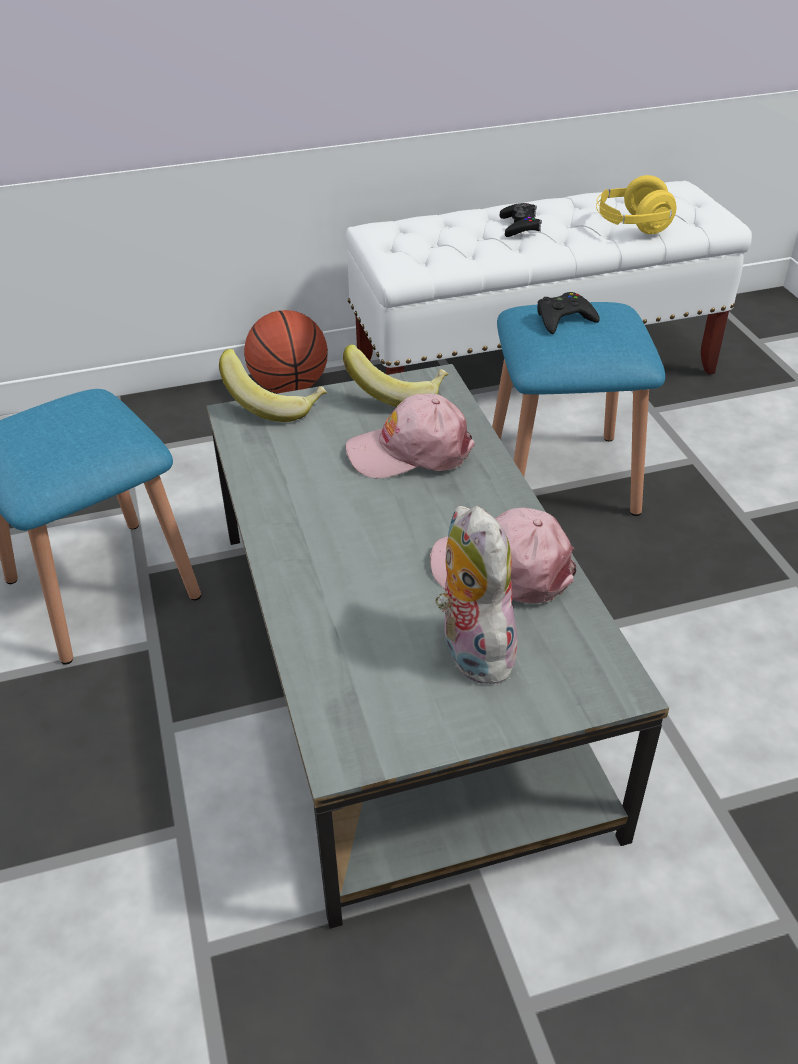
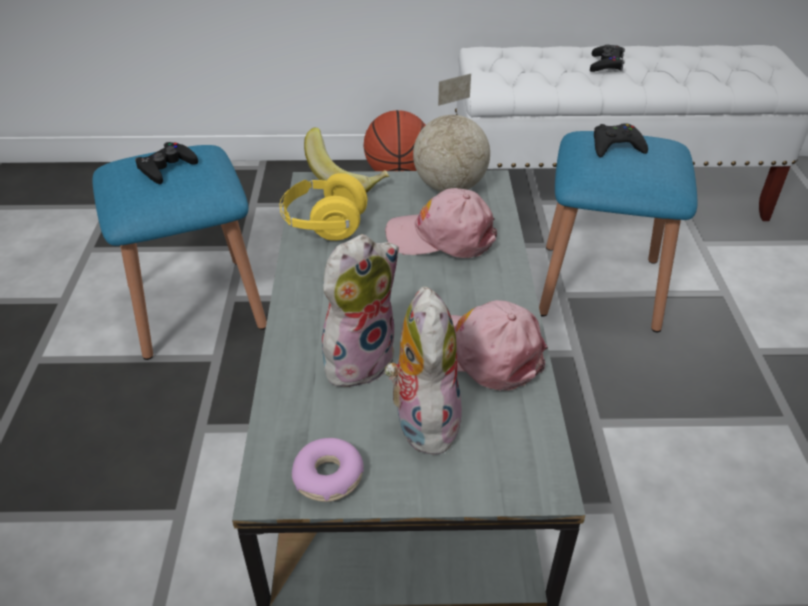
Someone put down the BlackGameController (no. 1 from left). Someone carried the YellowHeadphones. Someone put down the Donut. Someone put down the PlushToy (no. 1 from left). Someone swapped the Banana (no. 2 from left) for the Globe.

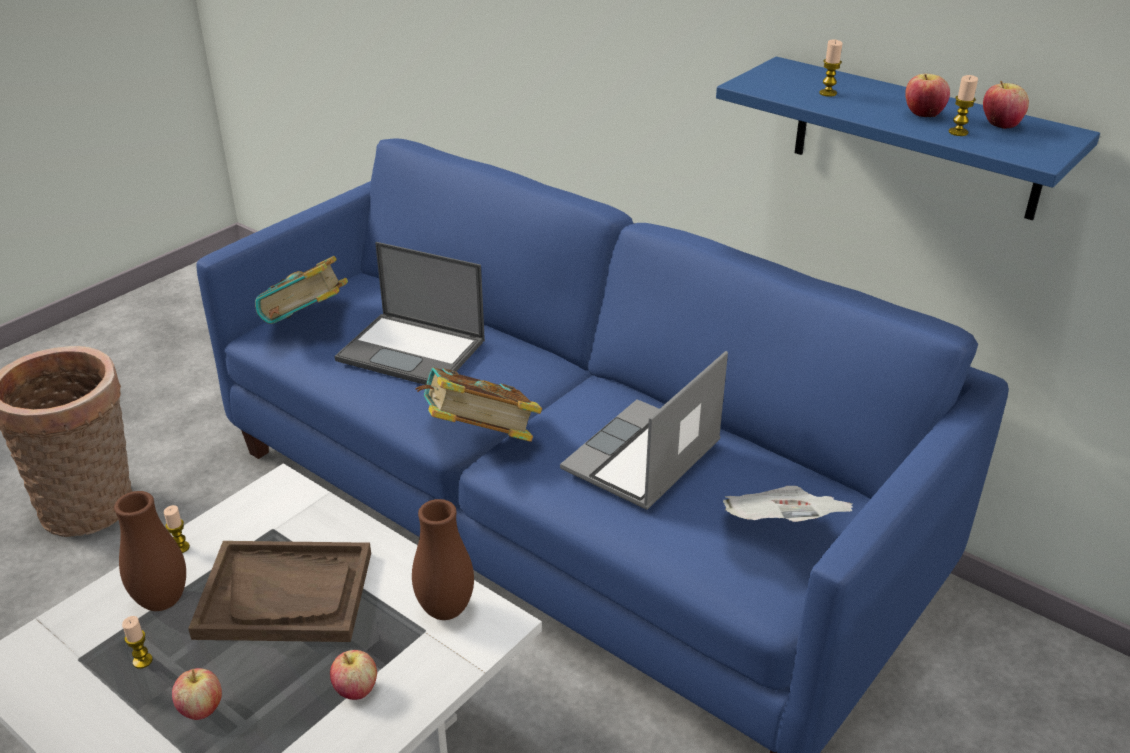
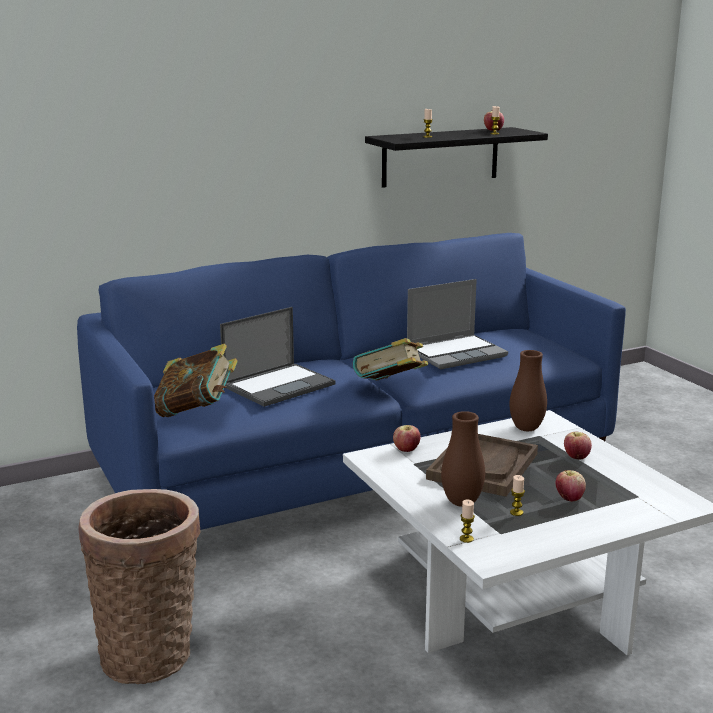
Someone repainted the BlueShelf, which became the BlackShelf. Someone carried the Apple (no. 3 from left in the first image). Someone rotated the Laptop (no. 2 from left) by 90 degrees counterclockwise. Someone carried the Candle (no. 2 from left). Someone took away the Newspaper.

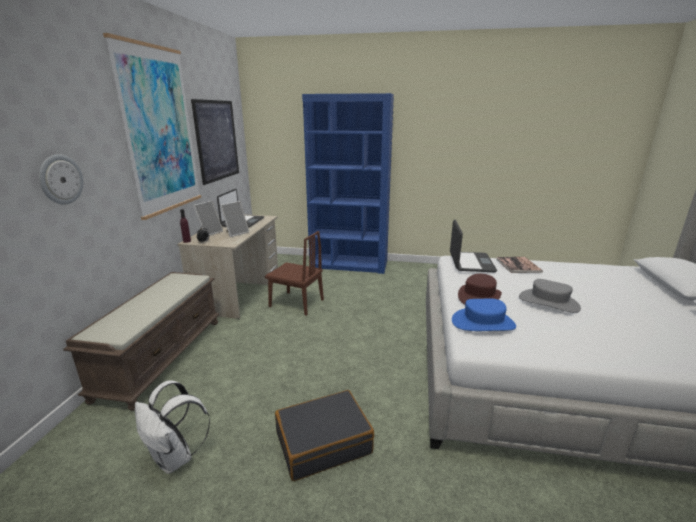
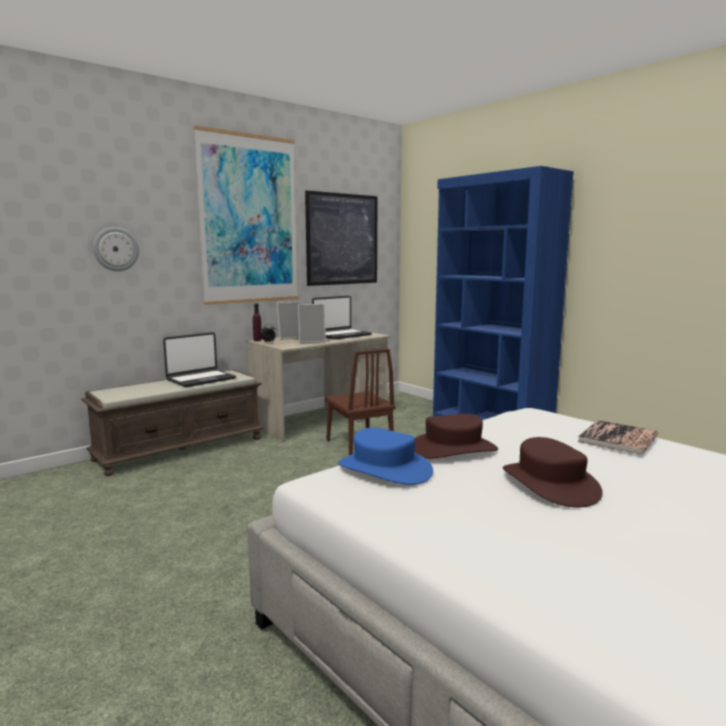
Someone carried the Laptop (no. 2 from left in the first image). Someone repainted the GreyHat, which became the BrownHat (no. 2 from left). Someone took away the WhiteBackpack. Someone took away the BlackSuitcase.

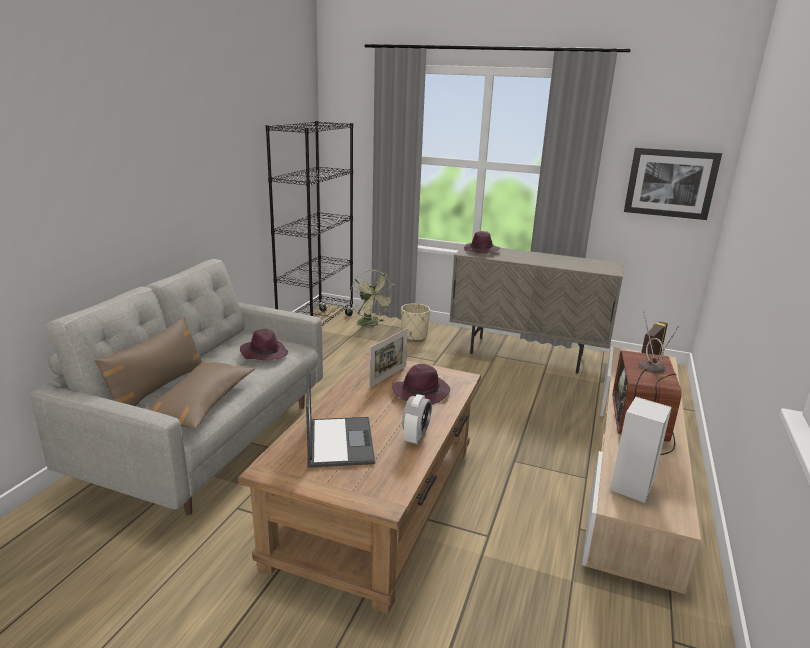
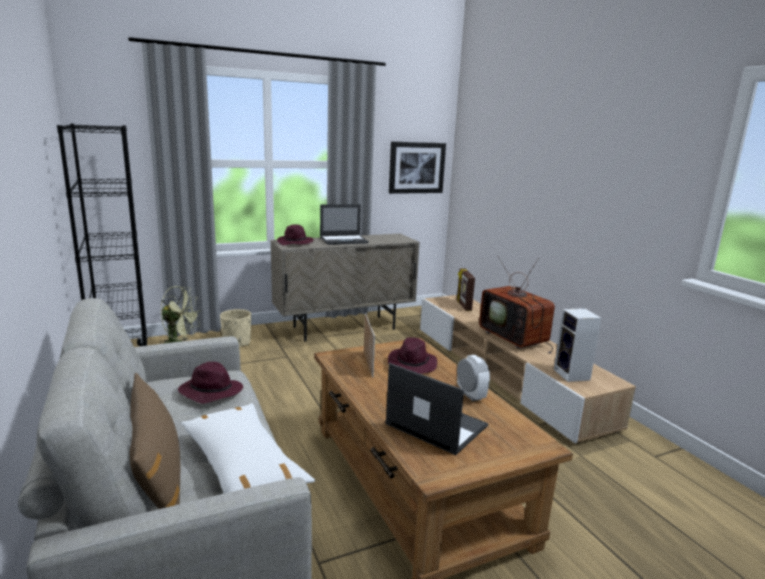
Someone repainted the BrownPillow (no. 2 from left), which became the WhitePillow. Someone put down the Laptop (no. 1 from left).

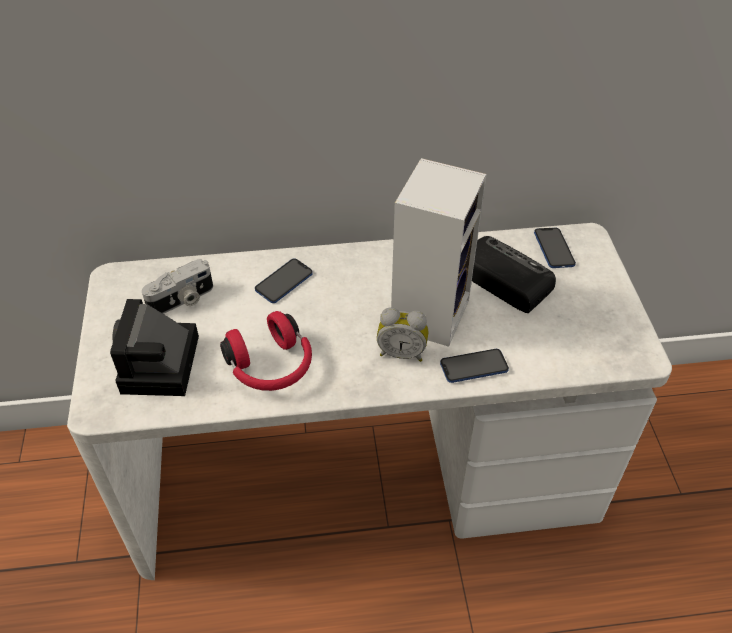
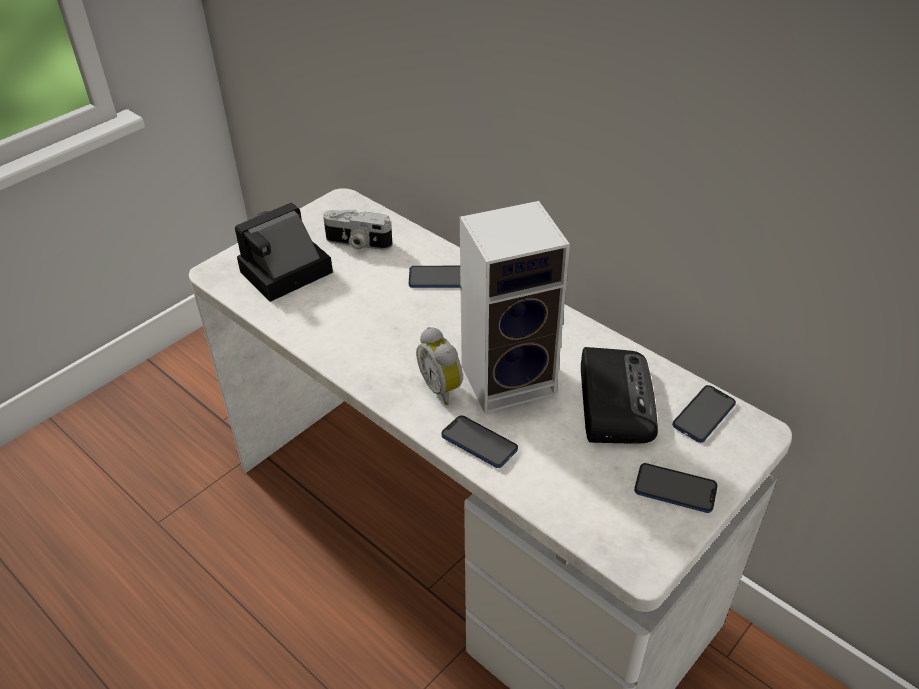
Someone put down the Phone (no. 3 from left). Someone took away the RedHeadphones.

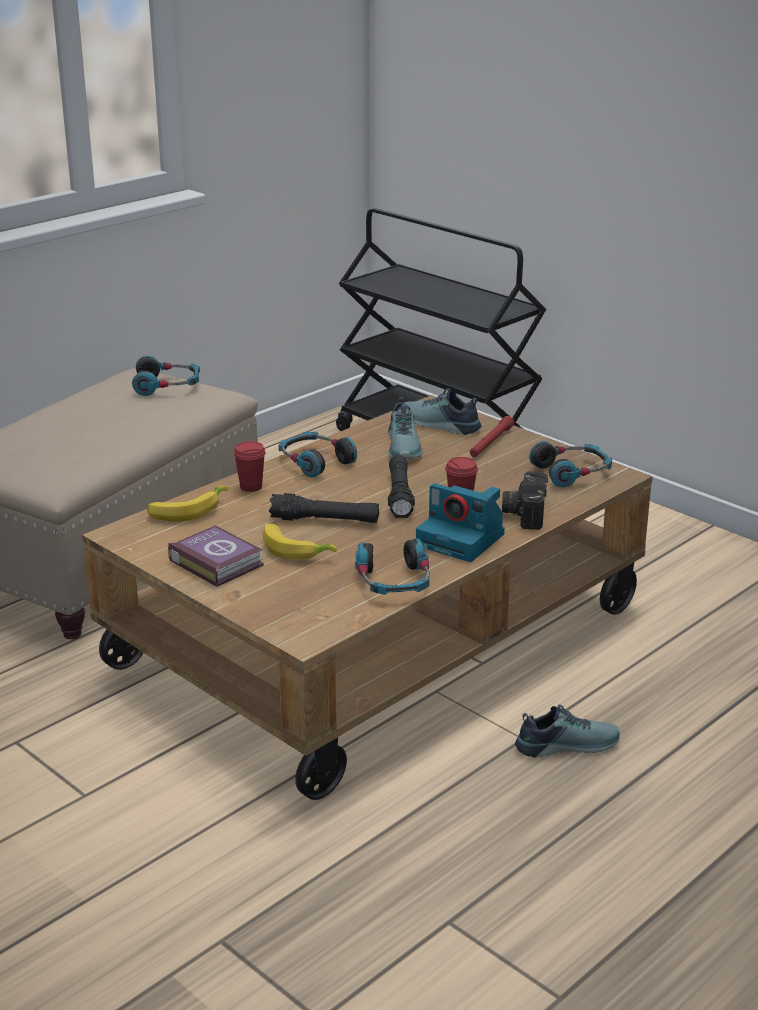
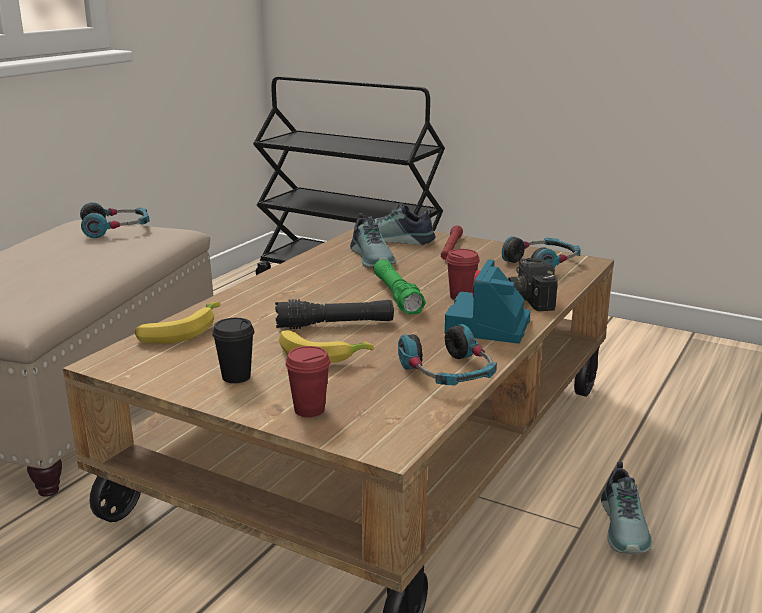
Someone swapped the Book for the BlackCup. Someone carried the RedCup (no. 1 from left). Someone repainted the BlackFlashlight (no. 2 from left), which became the GreenFlashlight. Someone rotated the PhotoCamera (no. 1 from left) by 90 degrees clockwise. Someone rotated the Shoe (no. 3 from left) by 120 degrees clockwise. Someone took away the Headphones (no. 2 from left).

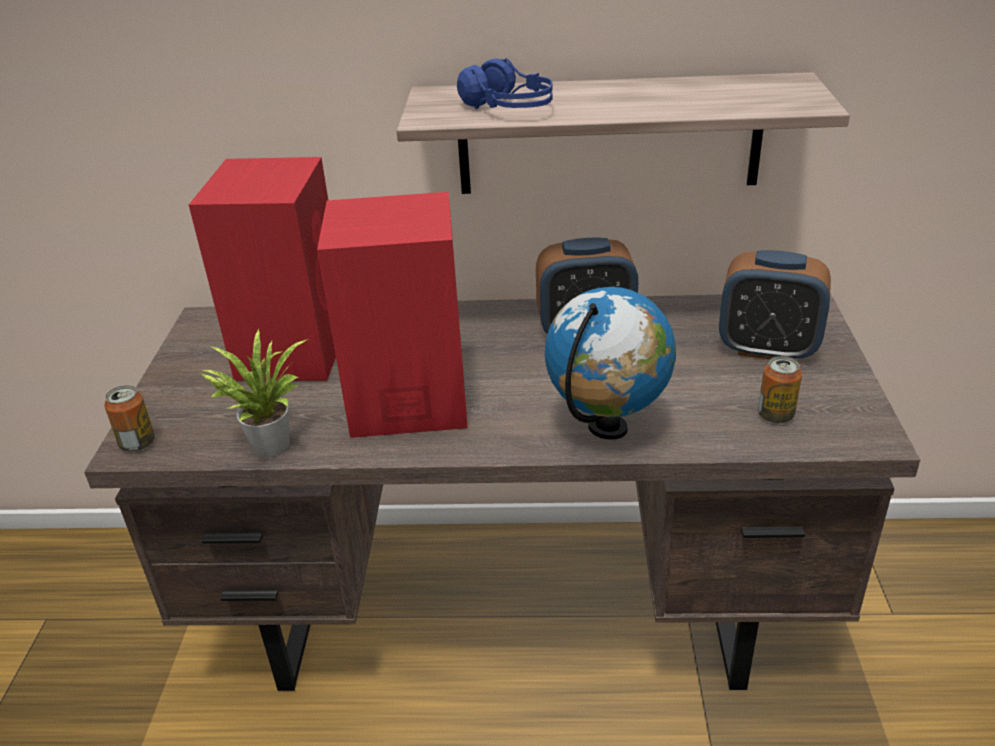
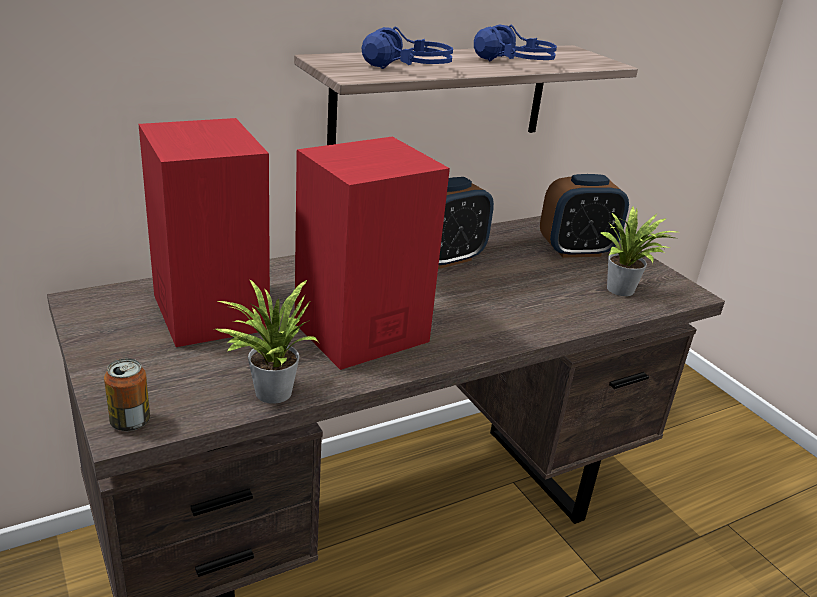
Someone put down the BlueHeadphones (no. 2 from left). Someone swapped the Can (no. 2 from left) for the PottedPlant (no. 2 from left). Someone took away the Globe.

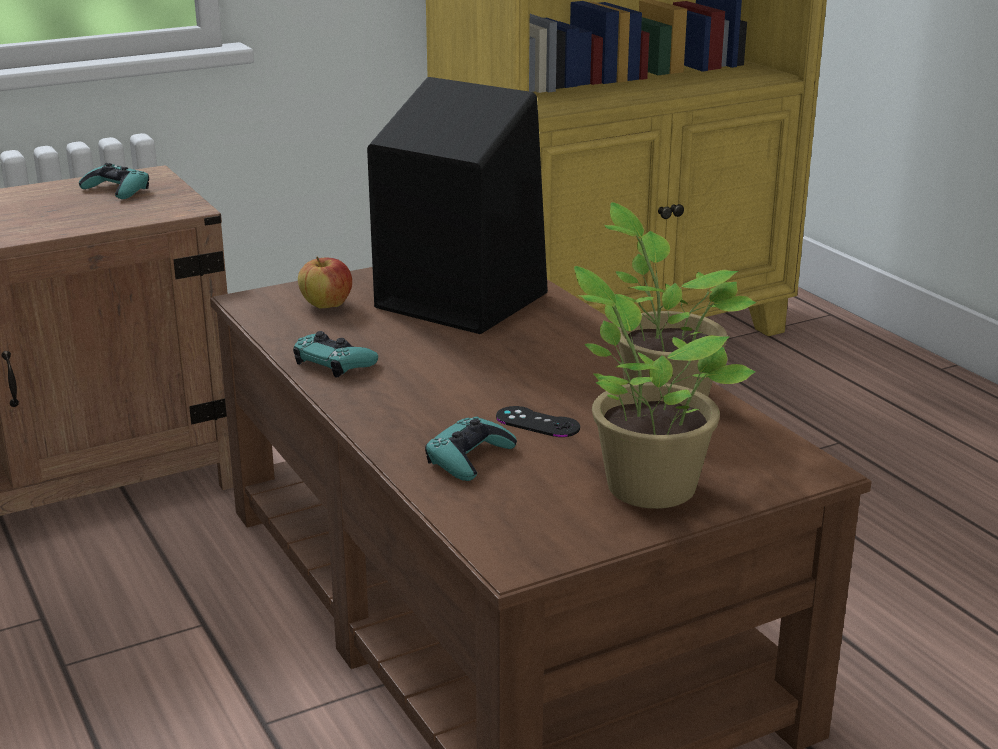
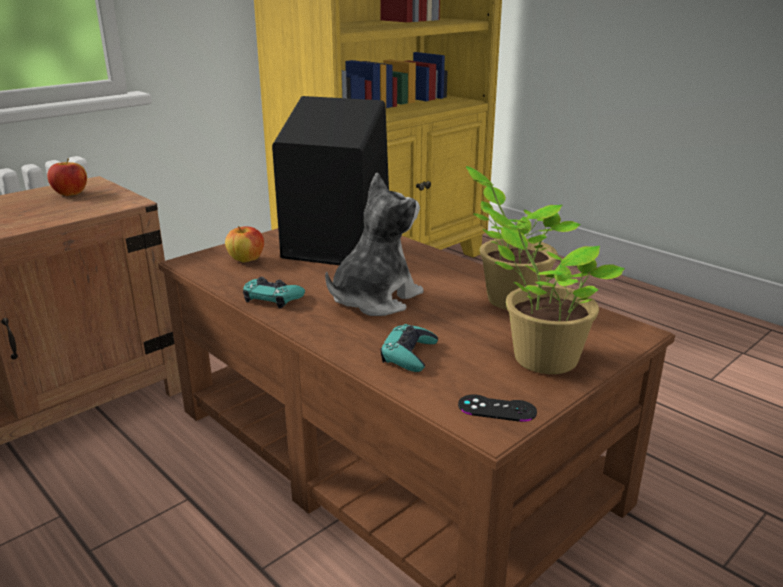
Someone swapped the TurquoiseGameController (no. 1 from left) for the Apple (no. 1 from left). Someone put down the PlushToy. Someone carried the BlackGameController.

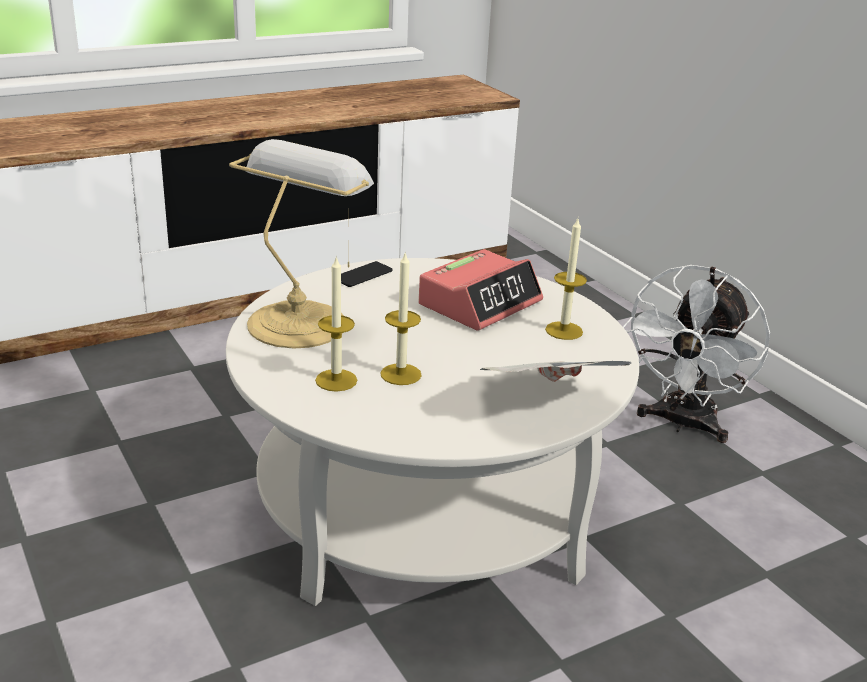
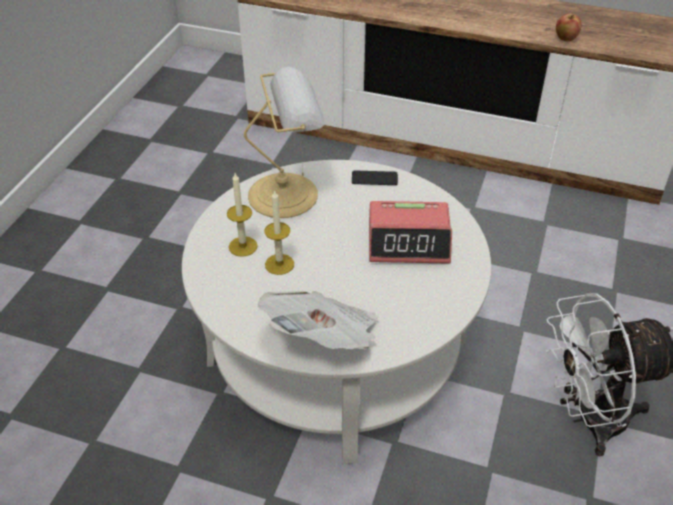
Someone put down the Apple. Someone took away the Candle (no. 3 from left).

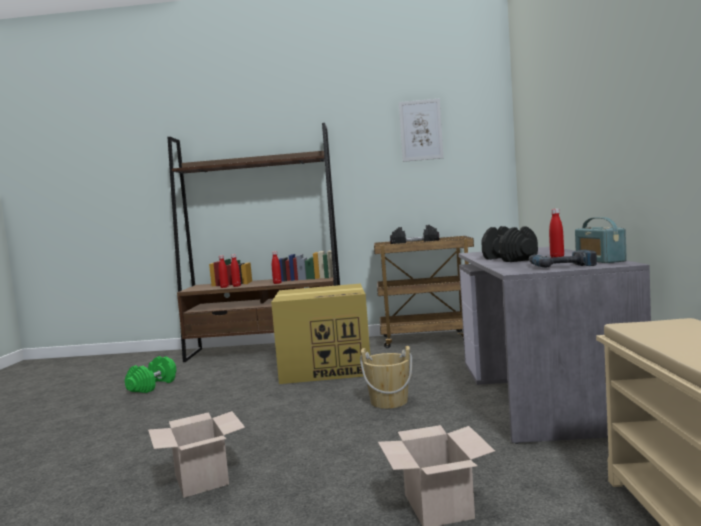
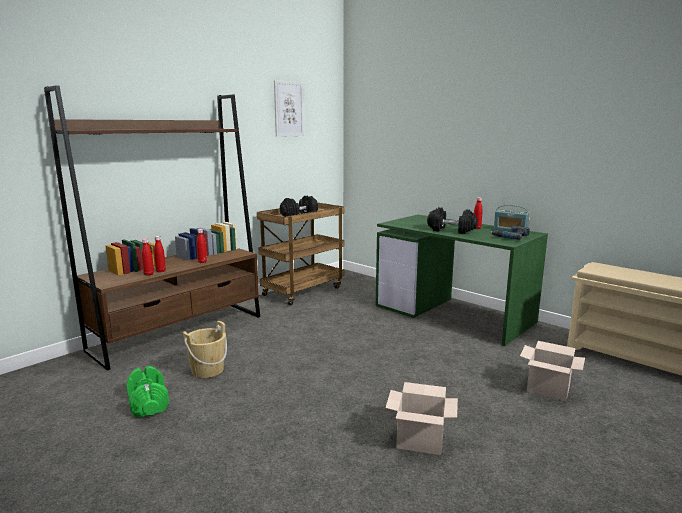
Someone carried the BeigeBucket. Someone repainted the GreyDesk, which became the GreenDesk. Someone took away the CardboardBox (no. 2 from left).

